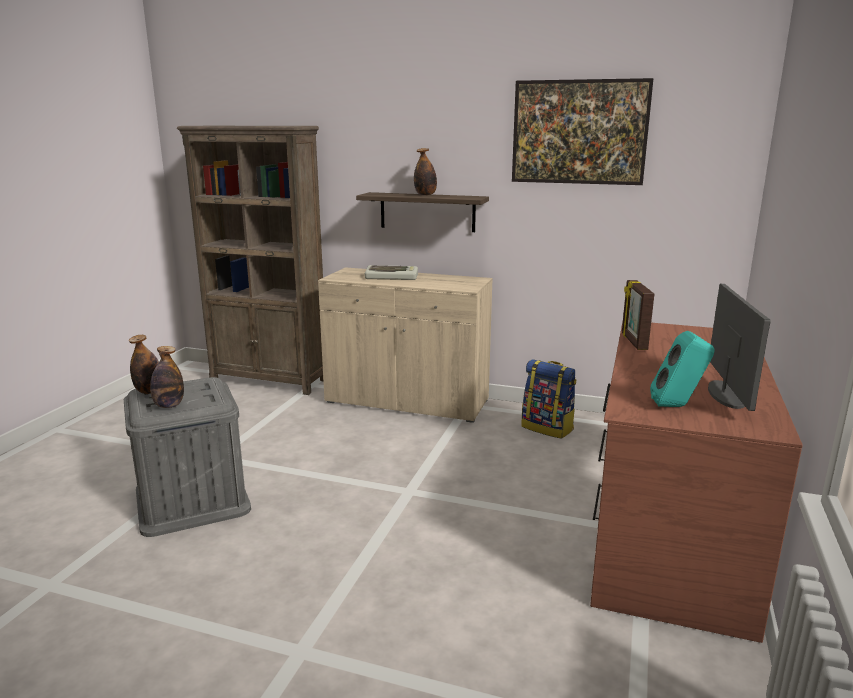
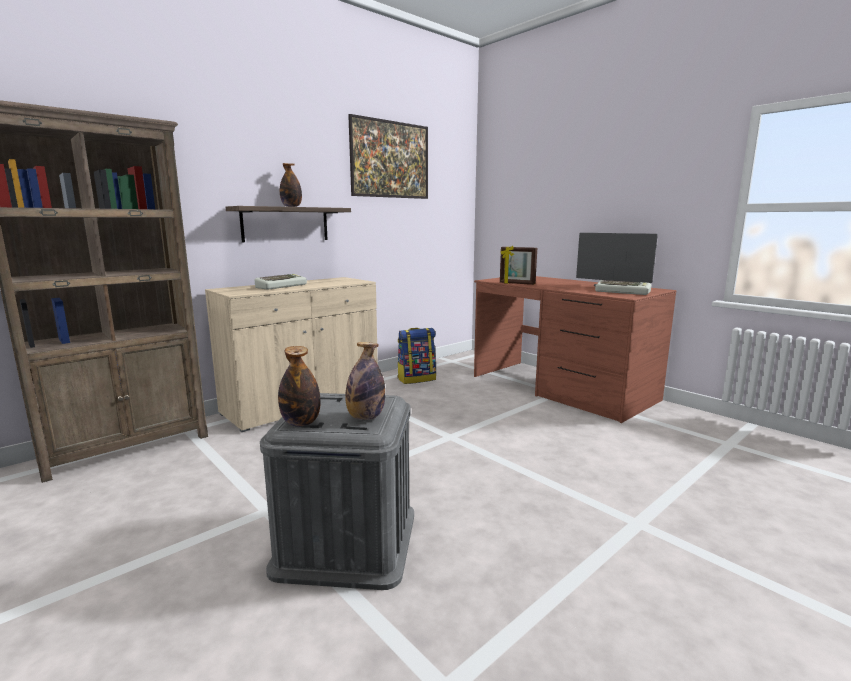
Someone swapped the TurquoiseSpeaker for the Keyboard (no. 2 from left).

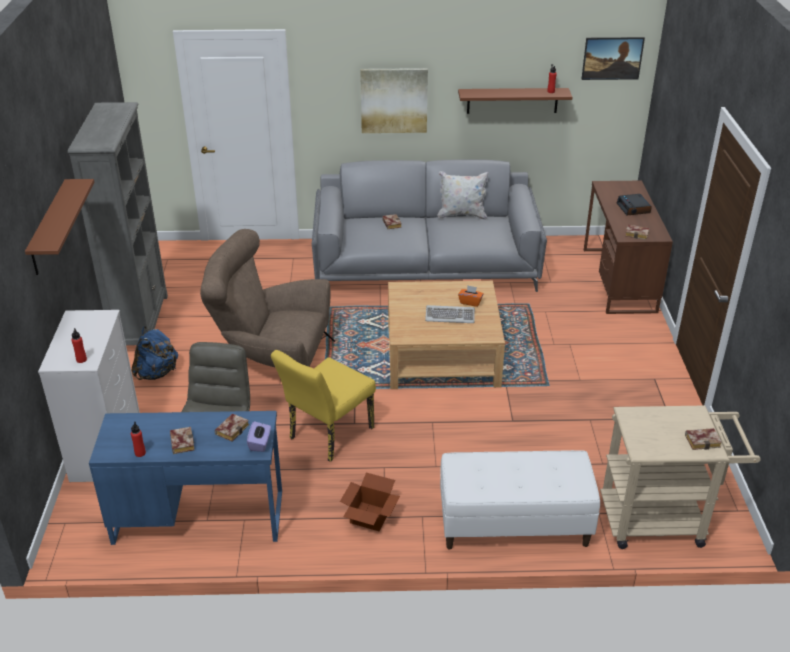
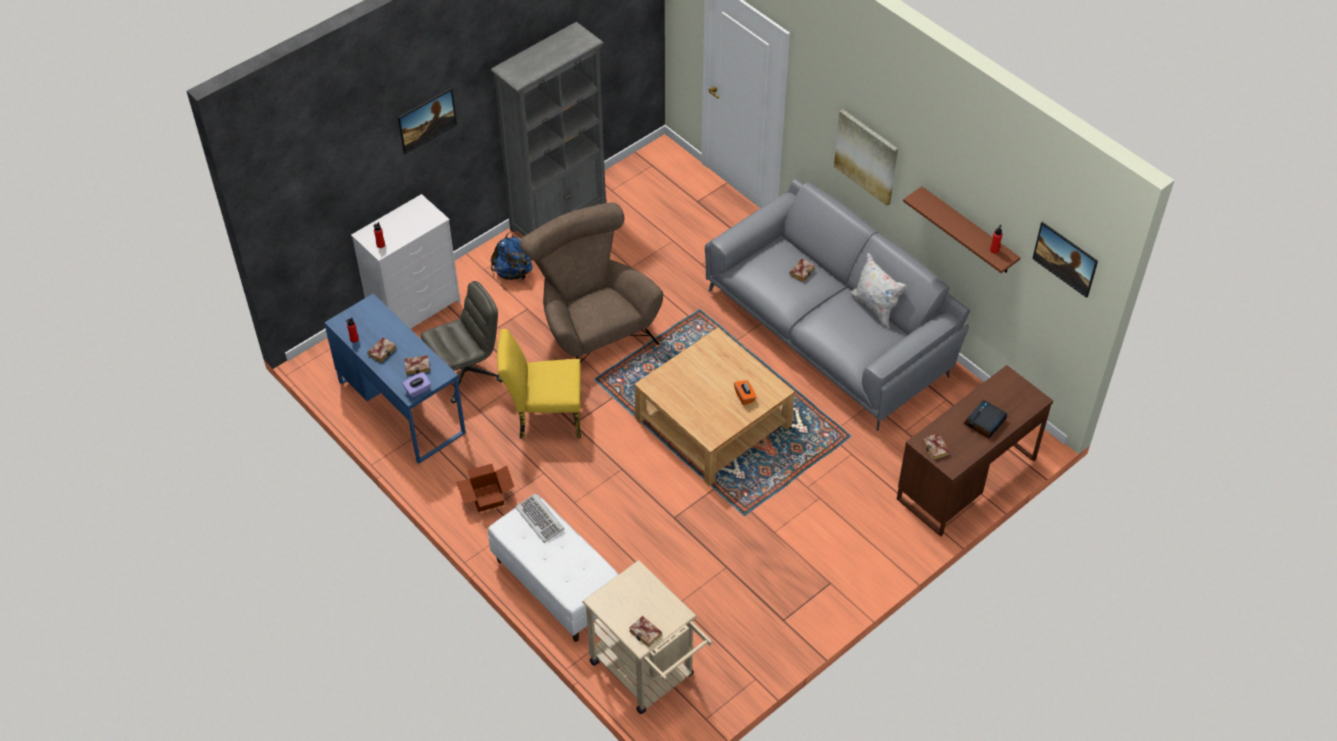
Someone swapped the BrownShelf (no. 1 from left) for the Picture (no. 1 from left). Someone carried the Keyboard.

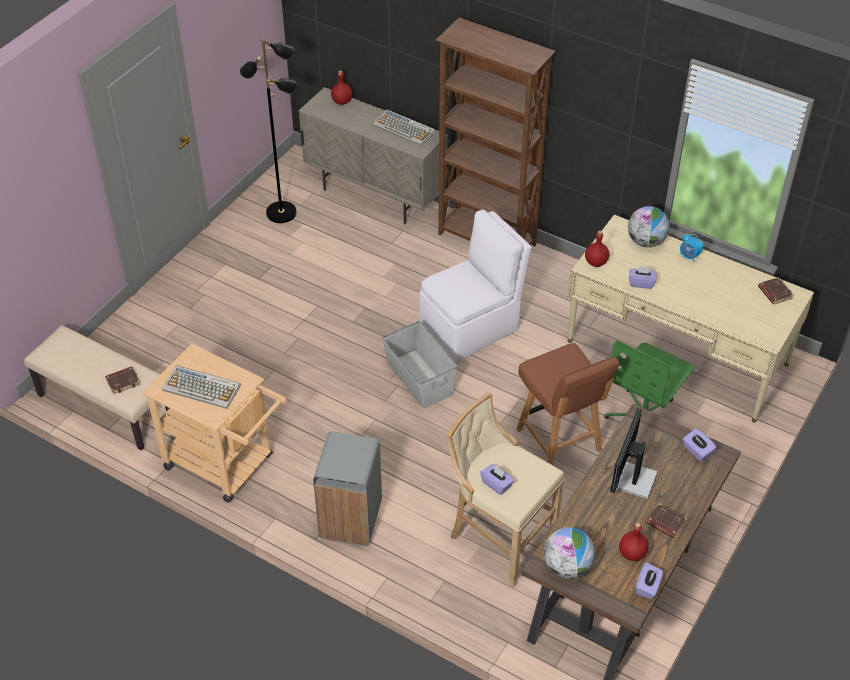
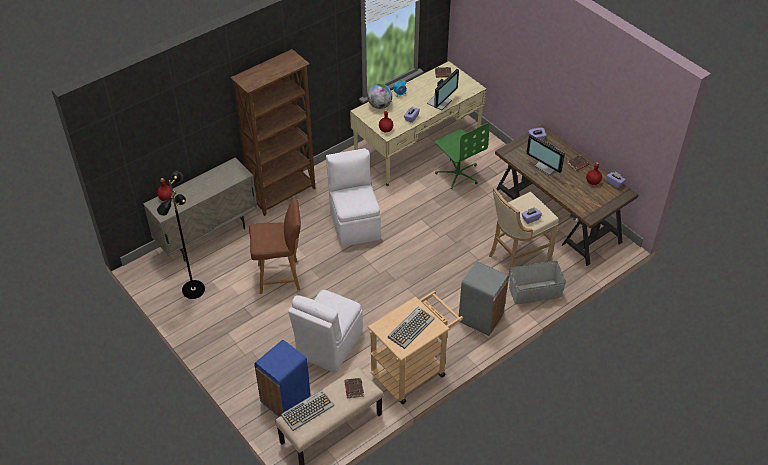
Someone carried the BrownChair. Someone put down the BlueTrashCan. Someone carried the Keyboard (no. 2 from left in the first image). Someone put down the WhiteChair (no. 1 from left). Someone put down the Monitor (no. 1 from left). Someone carried the GreyStorageBox. Someone took away the Globe (no. 1 from left).

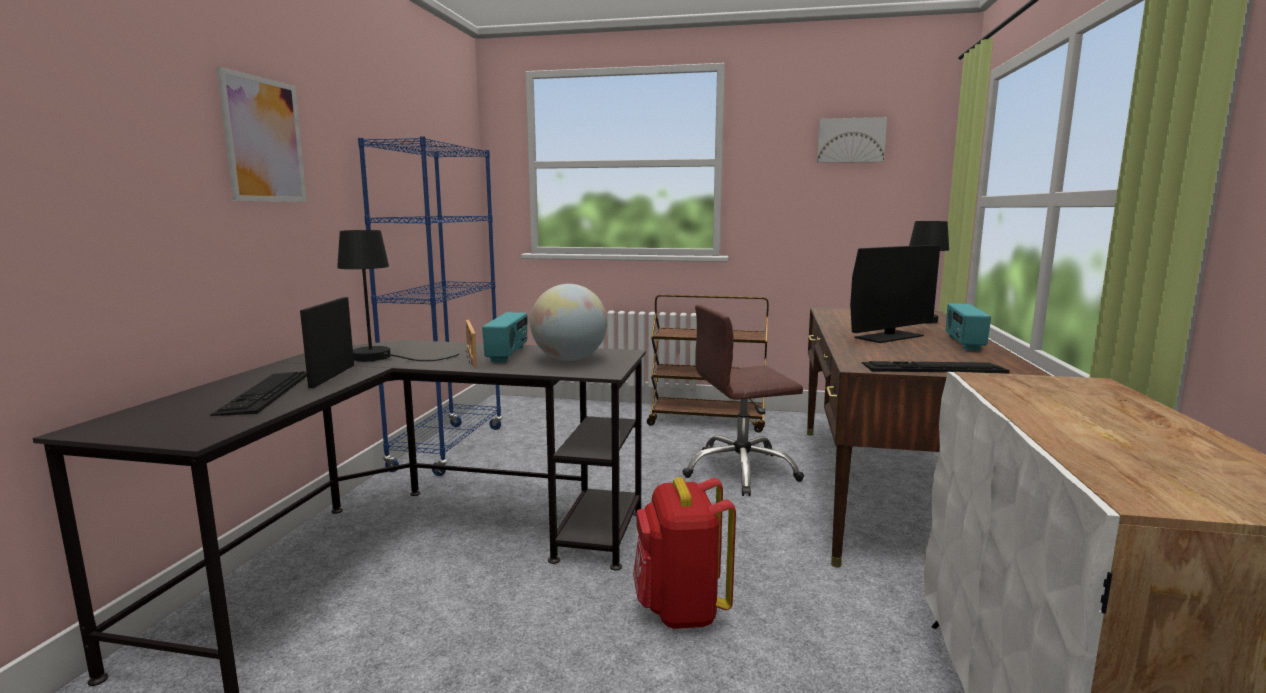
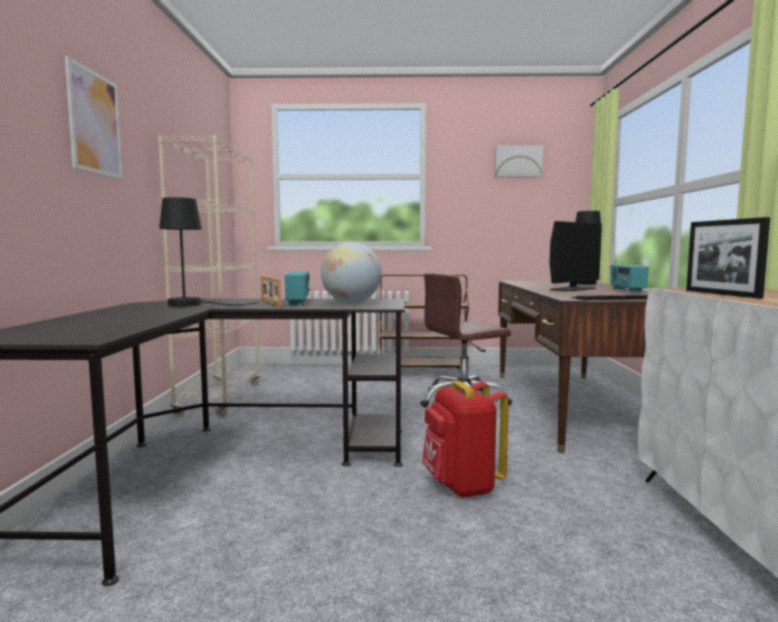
Someone repainted the BlueBookcase, which became the BeigeBookcase. Someone carried the PictureFrame (no. 1 from left in the first image). Someone took away the Keyboard (no. 1 from left).

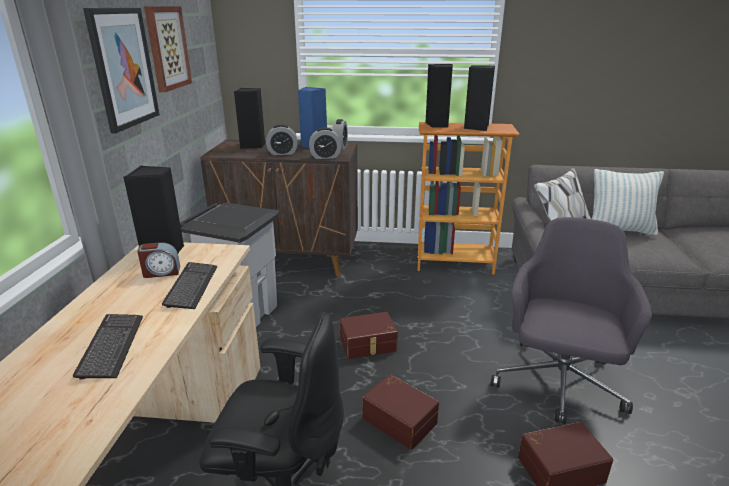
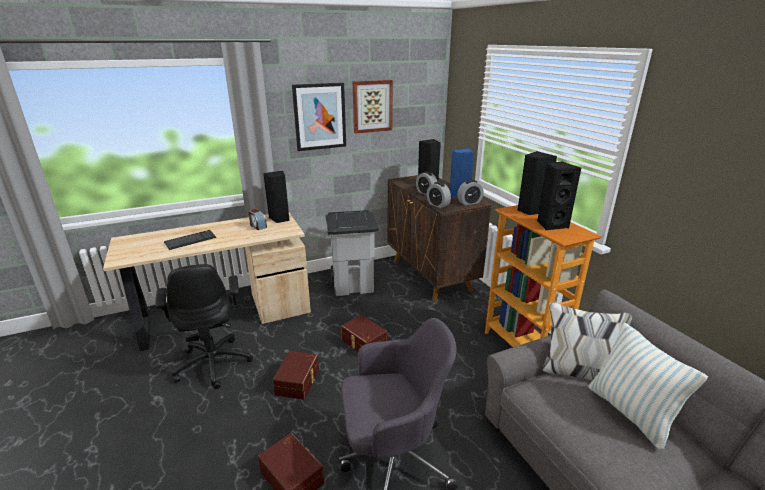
Someone took away the Keyboard (no. 2 from left).

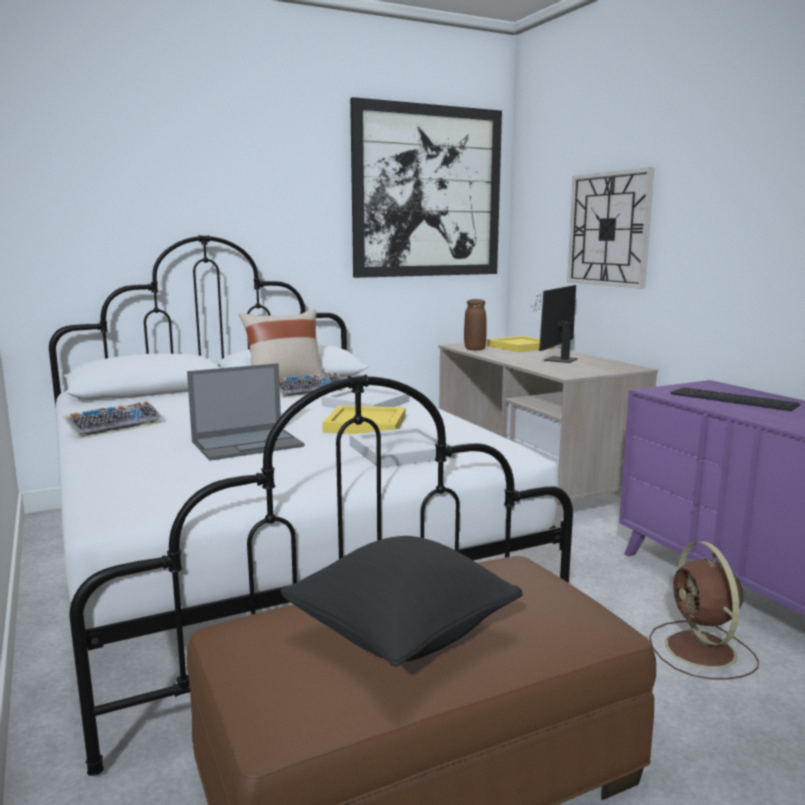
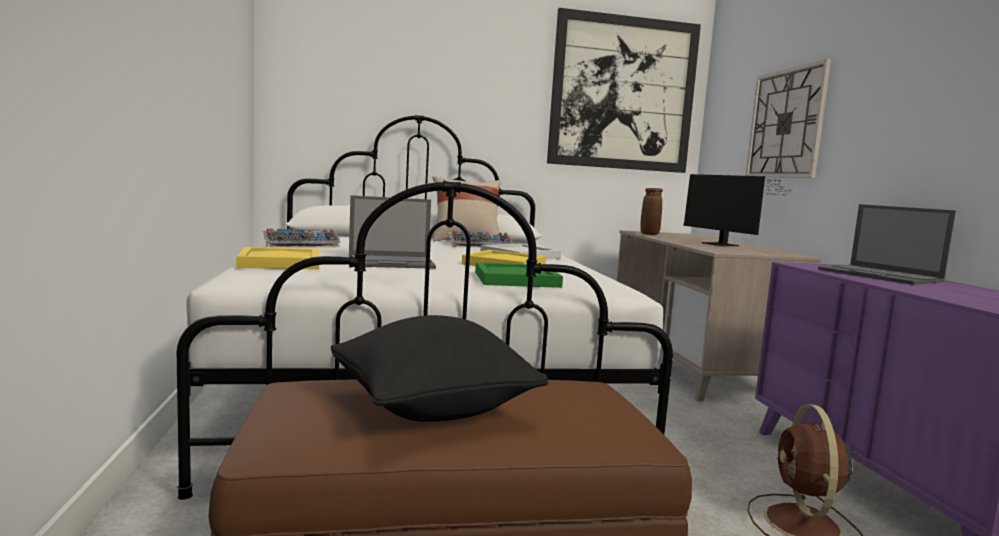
Someone carried the YellowTray (no. 2 from left in the first image). Someone repainted the WhiteTray (no. 2 from left), which became the GreenTray. Someone rotated the Monitor by 75 degrees counterclockwise. Someone swapped the Keyboard (no. 3 from left) for the Laptop (no. 2 from left).

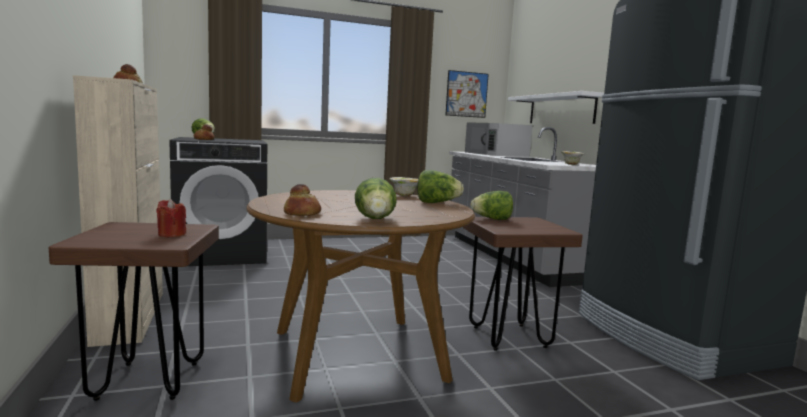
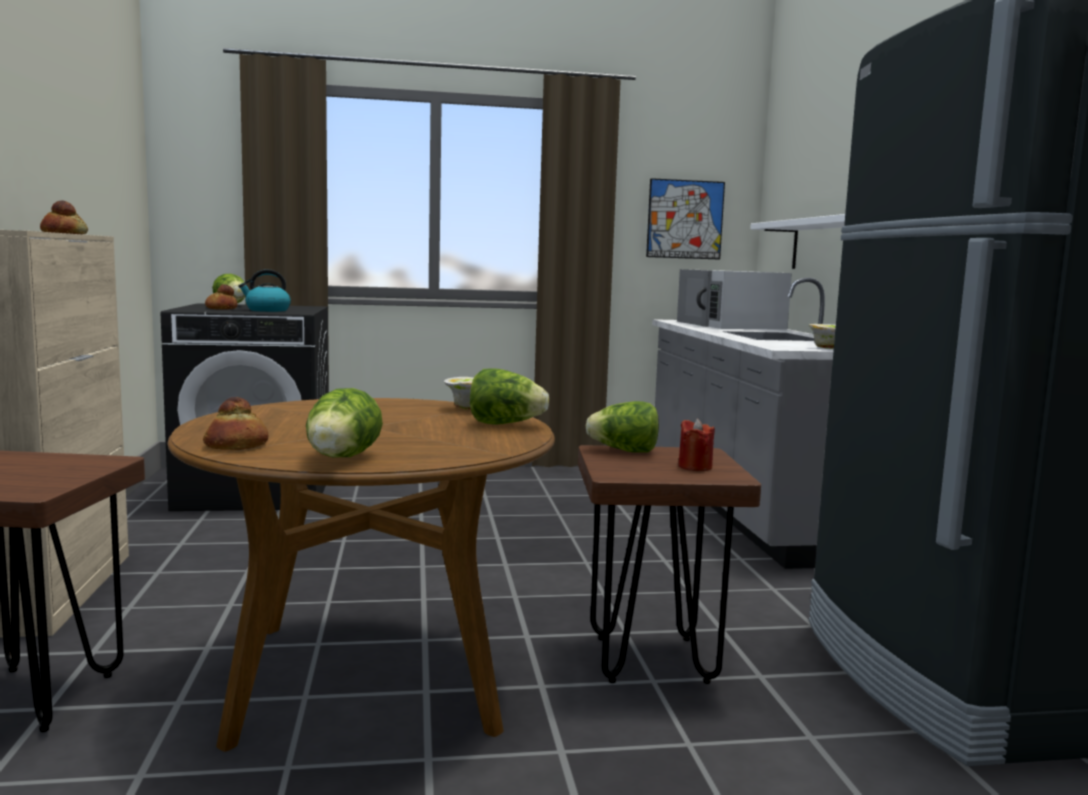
Someone put down the Kettle. Someone carried the RedCandle.

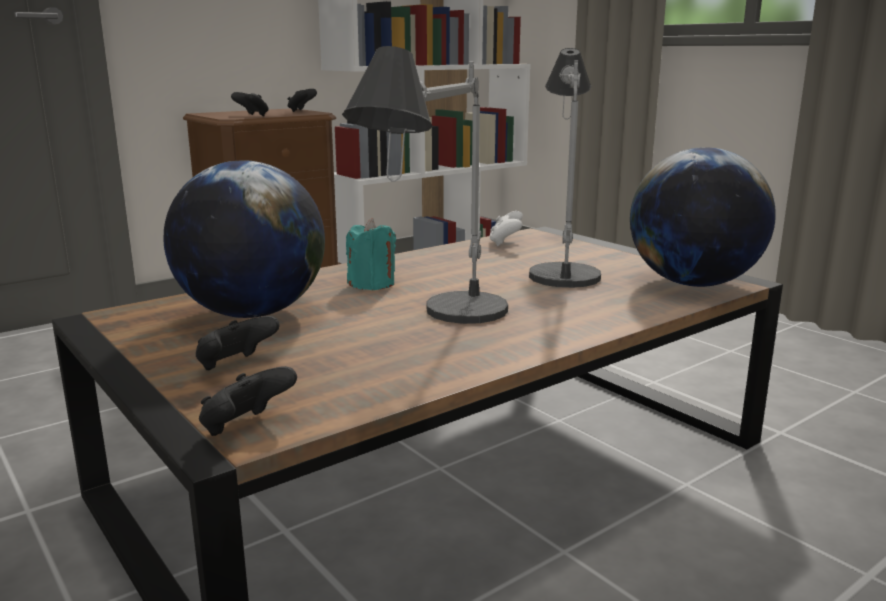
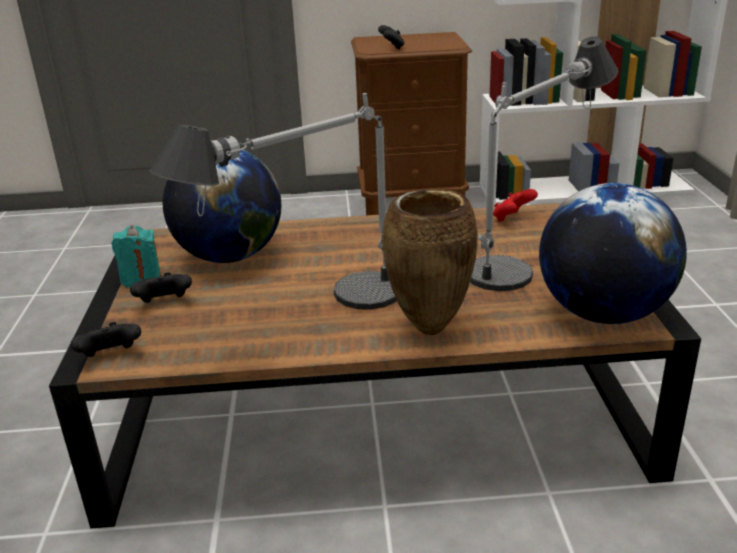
Someone carried the TurquoiseCandle. Someone put down the BrownVase. Someone repainted the WhiteGameController, which became the RedGameController. Someone took away the BlackGameController (no. 4 from left).

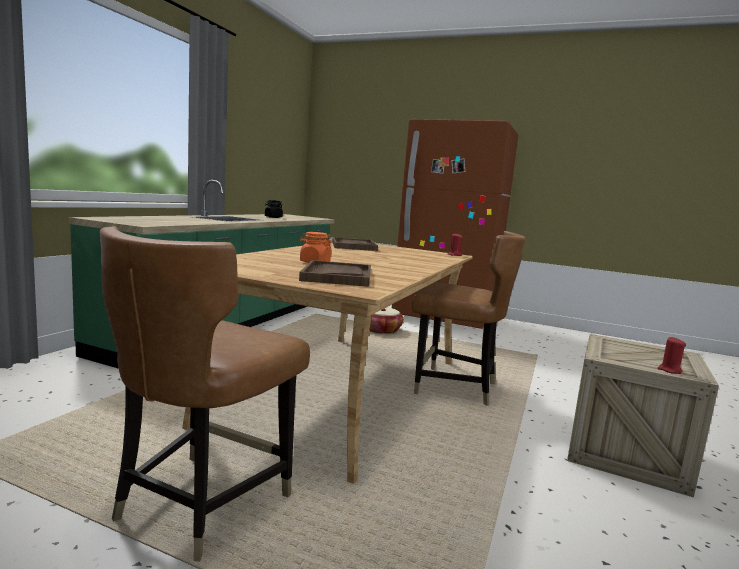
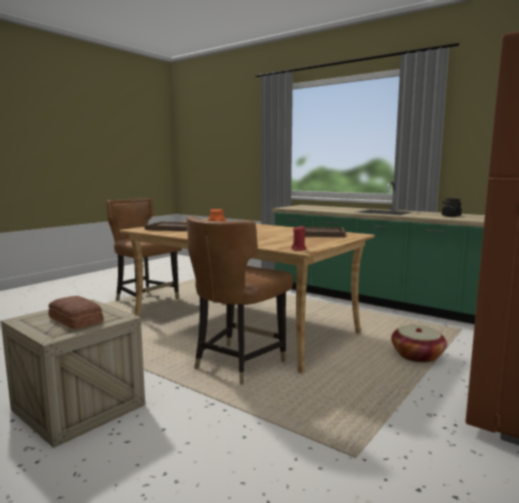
Someone put down the Bread. Someone took away the RedCandle (no. 2 from left).

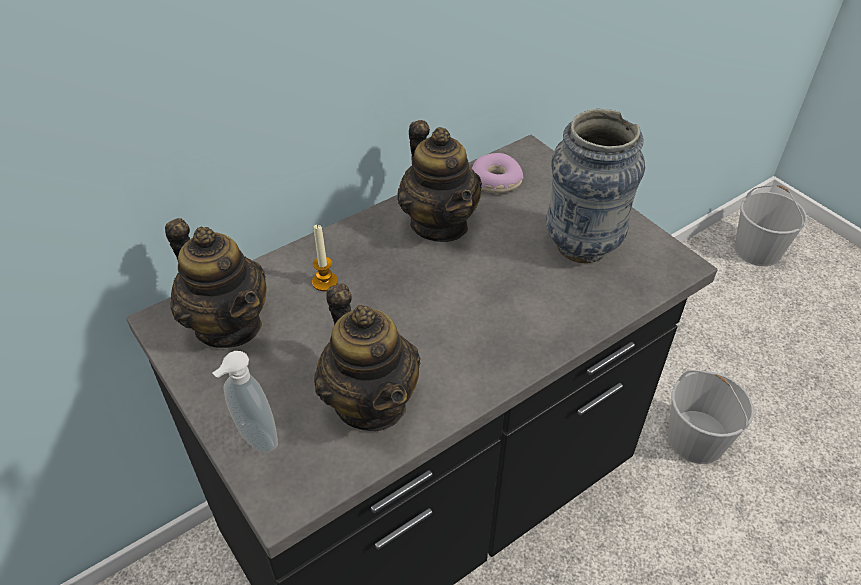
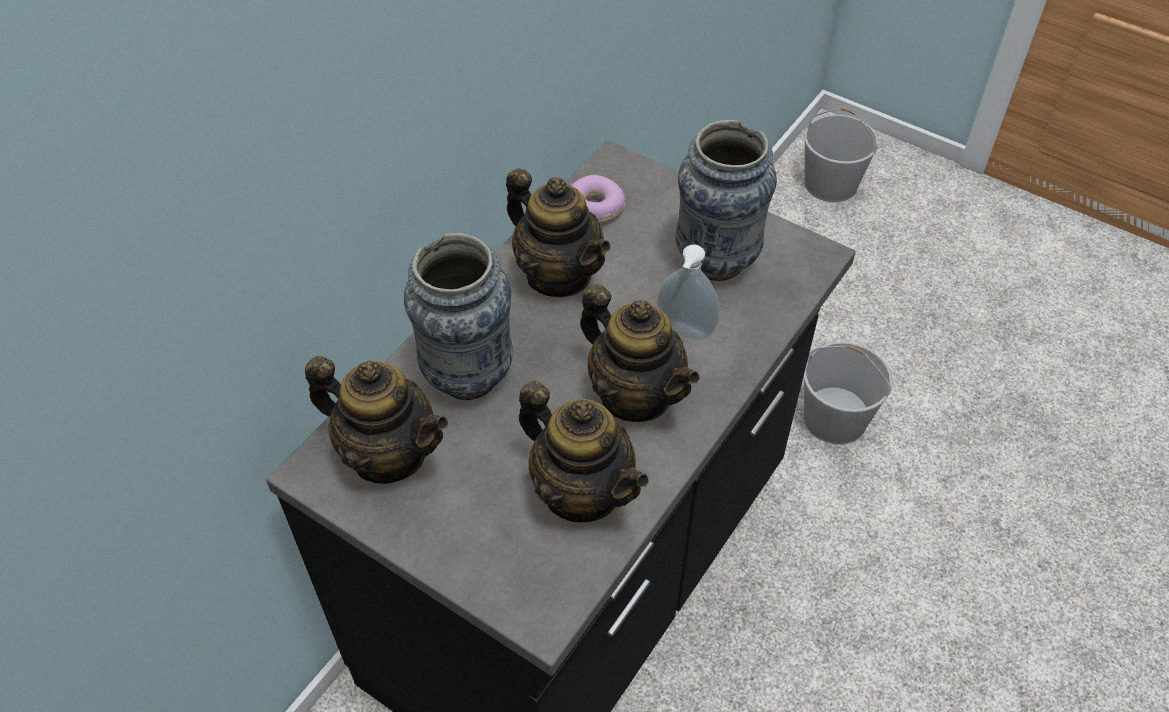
Someone swapped the Candle for the Vase (no. 1 from left). Someone put down the Teapot (no. 4 from left). Someone carried the SoapDispenser.

